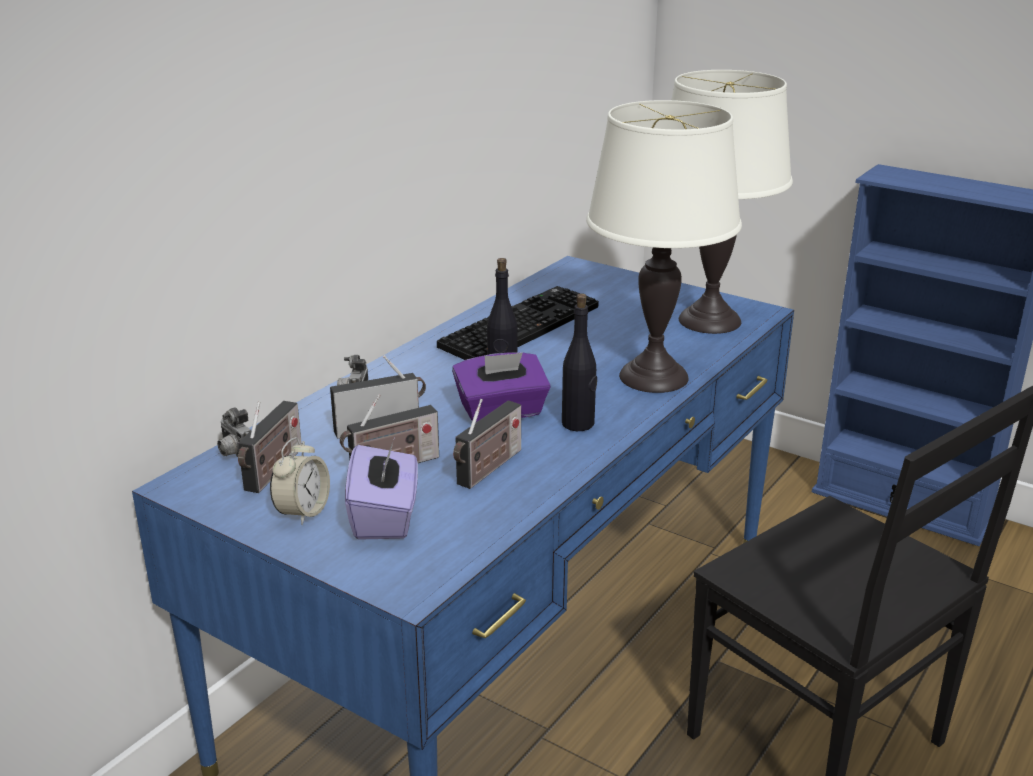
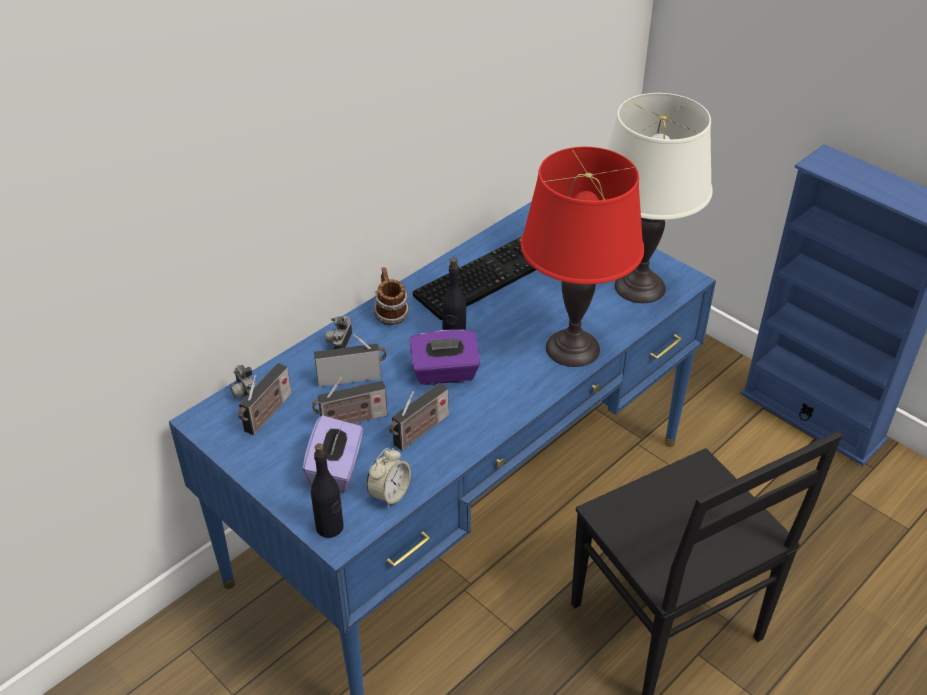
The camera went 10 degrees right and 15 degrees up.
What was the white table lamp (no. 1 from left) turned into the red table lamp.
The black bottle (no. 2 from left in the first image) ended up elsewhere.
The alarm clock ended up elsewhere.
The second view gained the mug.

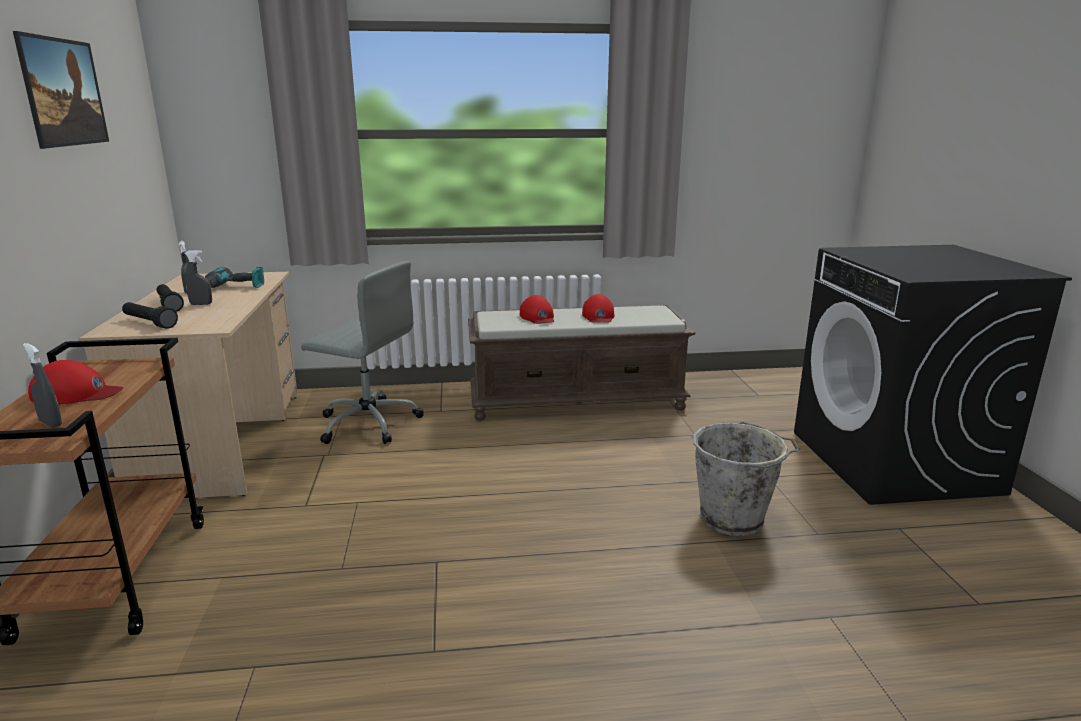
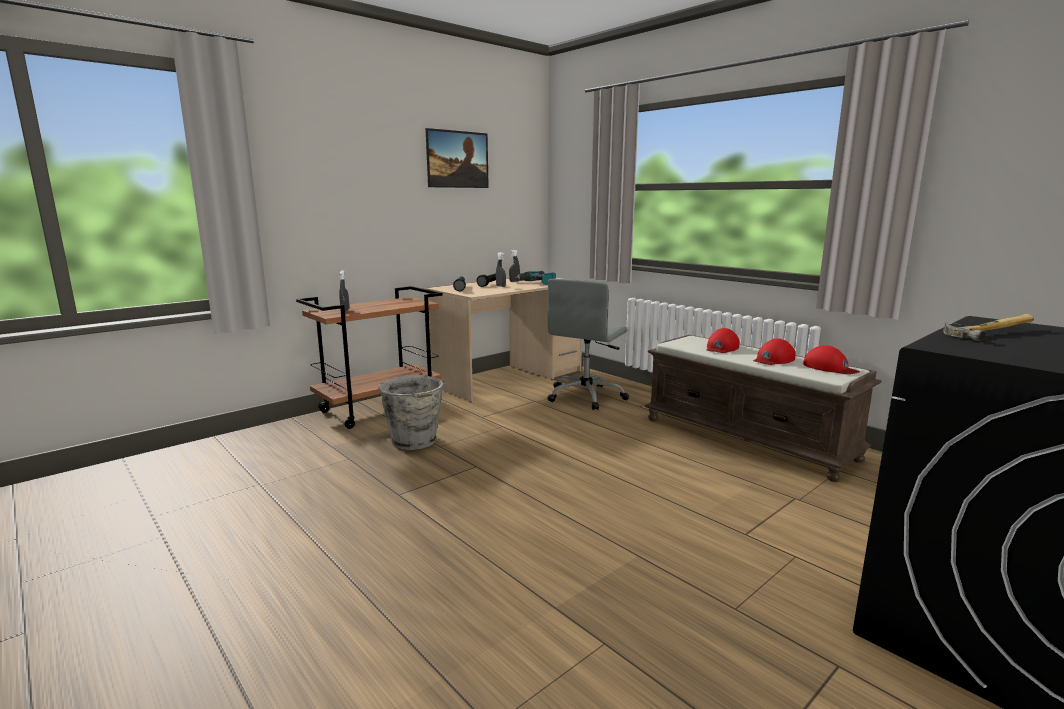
The camera went 55 degrees right and 5 degrees down.
The grey office chair ended up facing another way, 45 degrees clockwise from before.
The red cap (no. 1 from left in the first image) ended up elsewhere.
The grey bucket ended up elsewhere.
The second view gained the hammer.

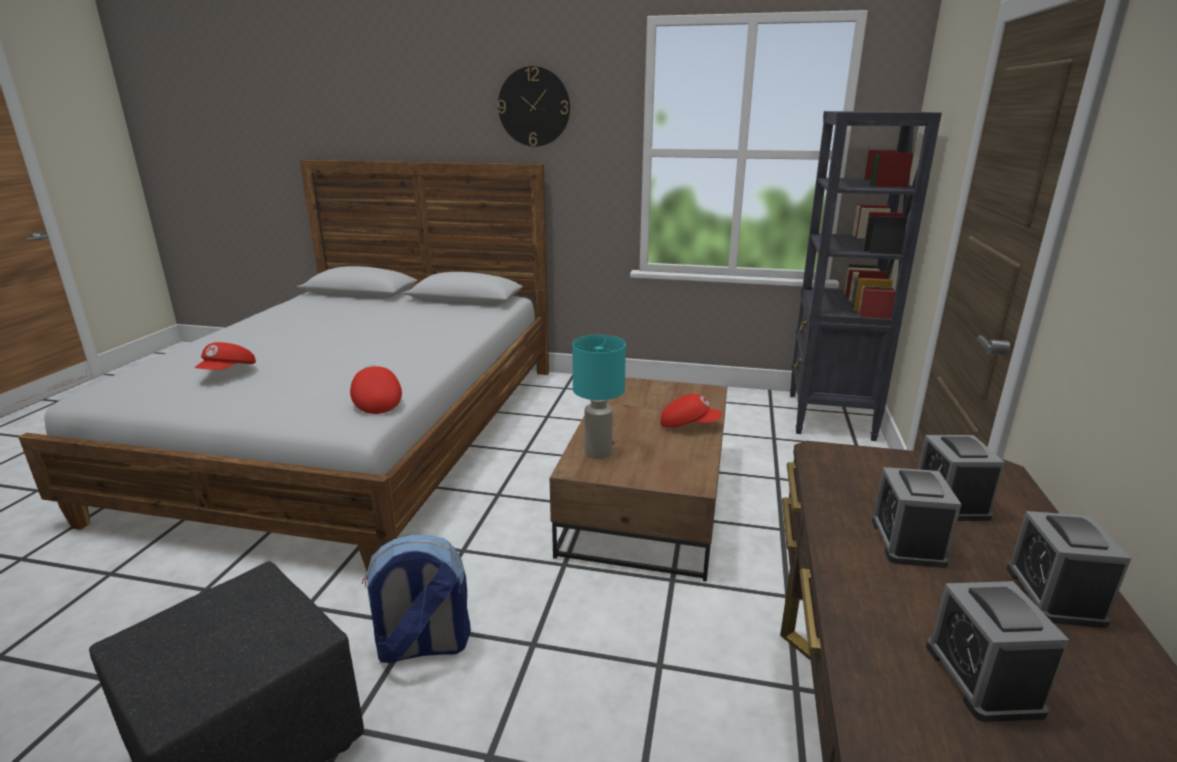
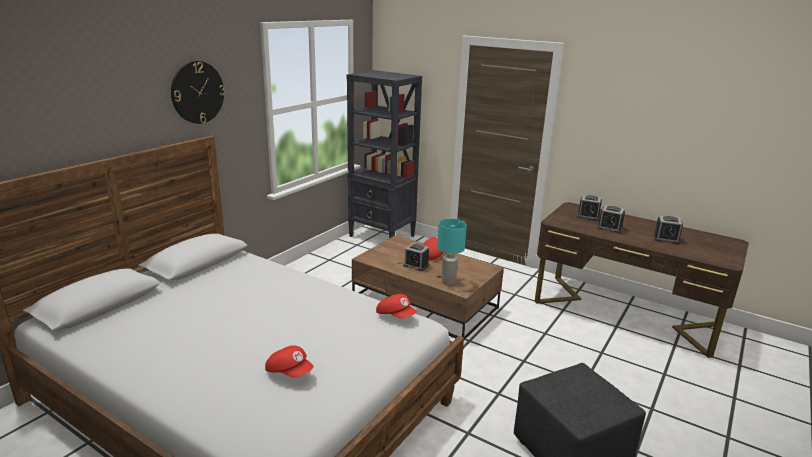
The camera went 70 degrees left and 0 degrees up.
The red cap (no. 2 from left) ended up facing another way, 135 degrees counterclockwise from before.
The alarm clock (no. 4 from left in the first image) ended up elsewhere.
The second view lost the backpack.

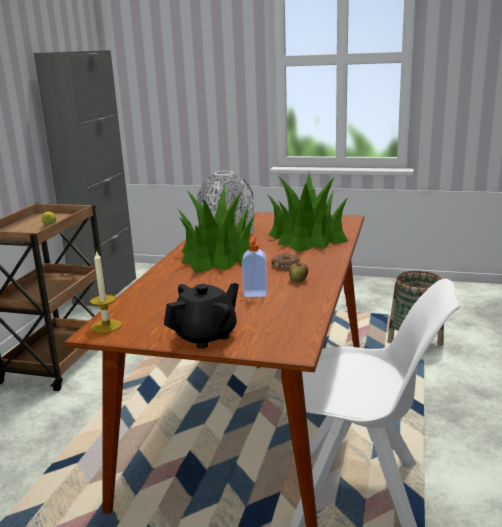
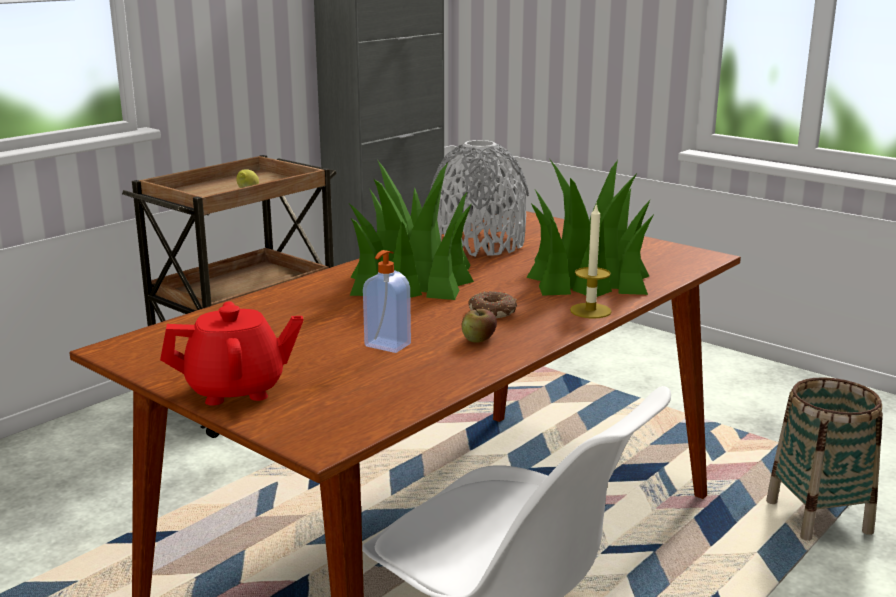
The camera went 25 degrees right and 0 degrees up.
The candle ended up elsewhere.
What was the black teapot turned into the red teapot.

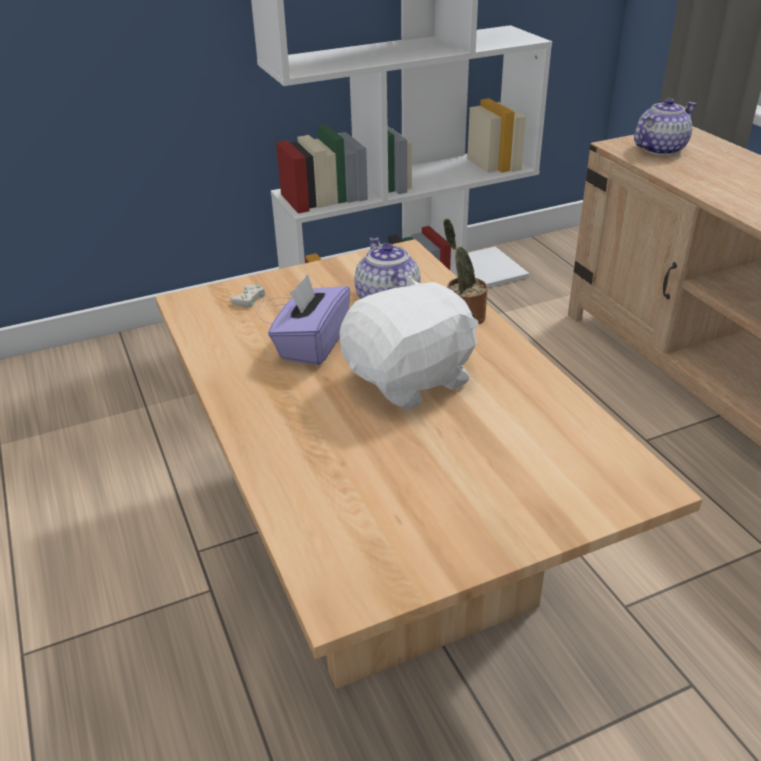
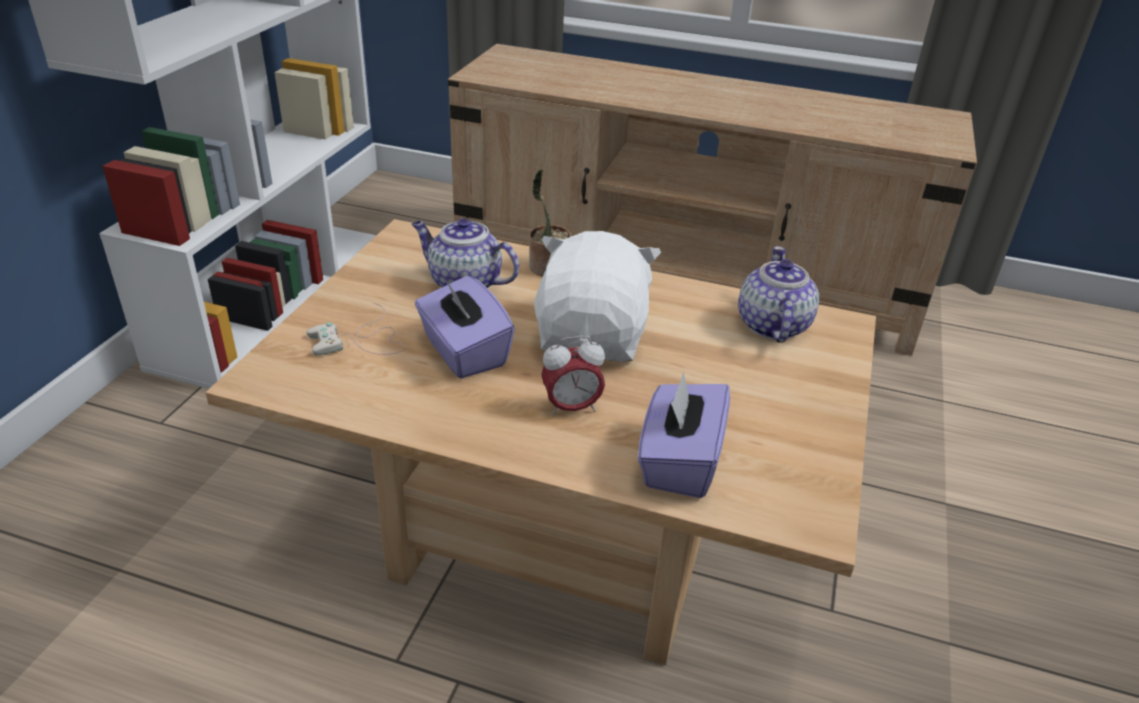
The camera went 50 degrees left and 0 degrees up.
The teapot (no. 2 from left) ended up elsewhere.
The second view gained the alarm clock.
The second view gained the purple tissue box (no. 2 from left).

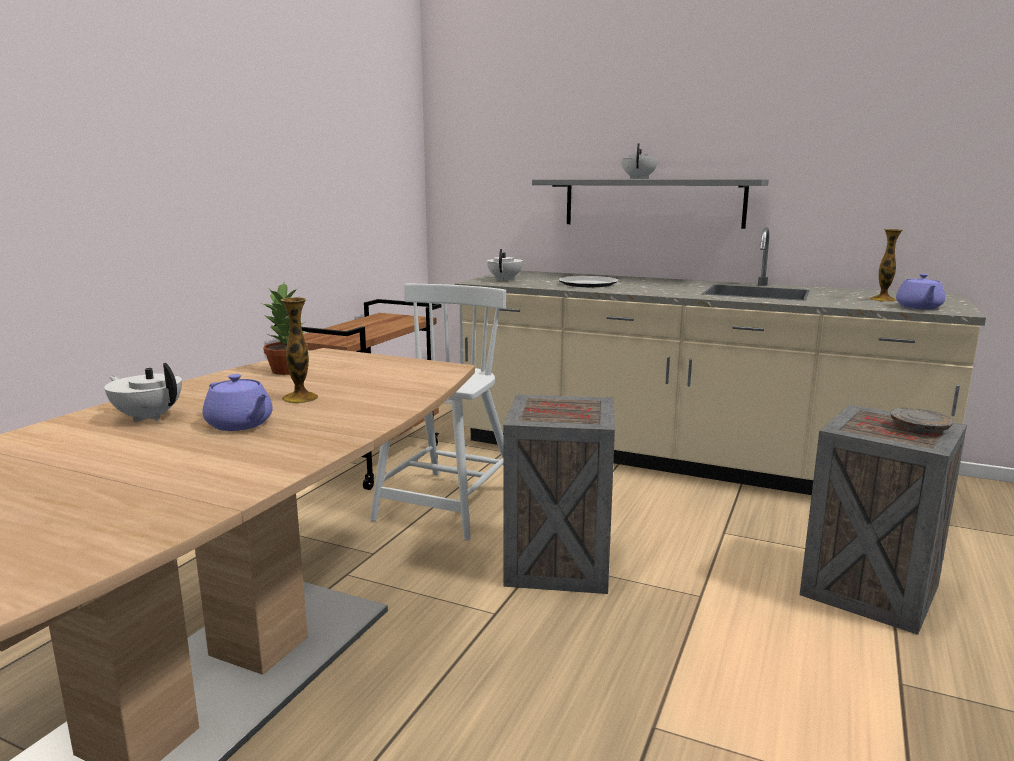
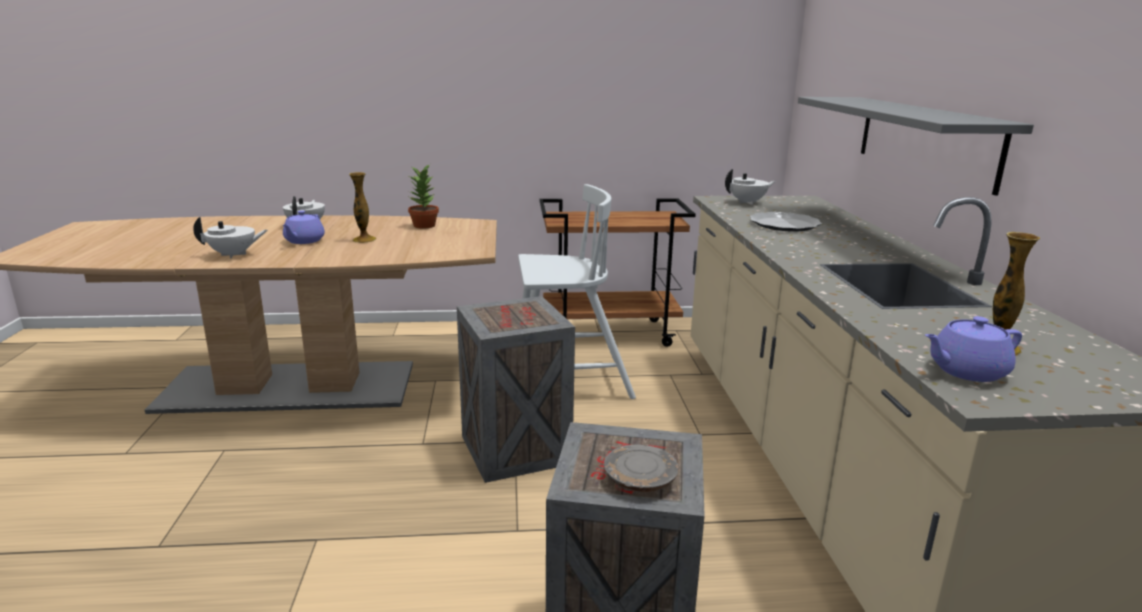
The camera went 60 degrees right and 5 degrees up.
The white teapot (no. 3 from left in the first image) ended up elsewhere.

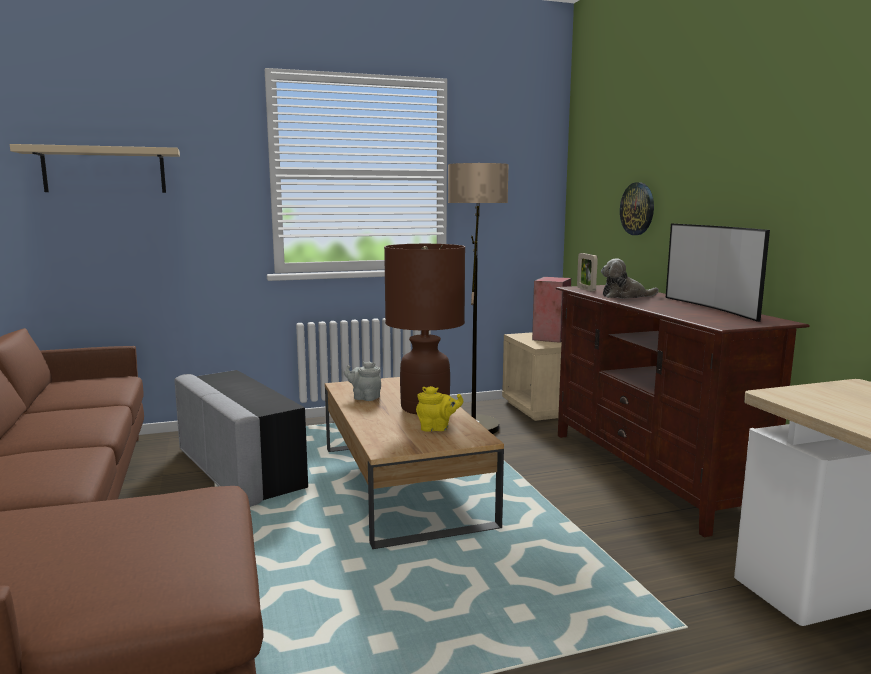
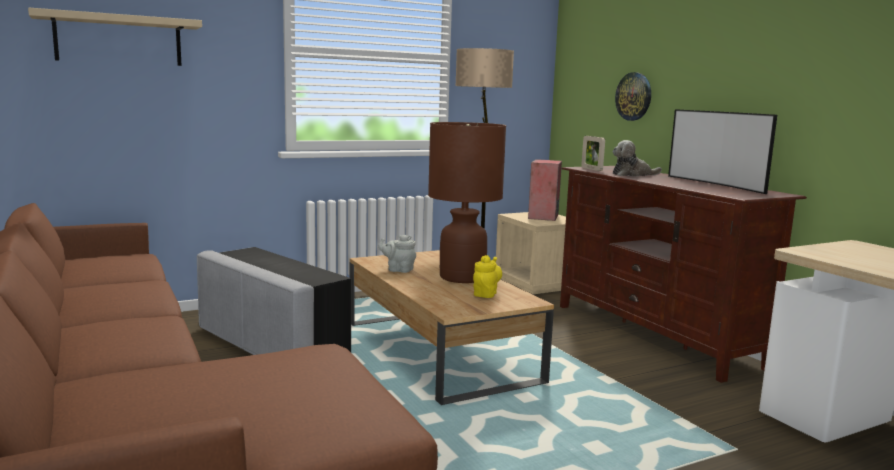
The camera went 10 degrees left and 0 degrees up.
The yellow teapot ended up facing another way, 60 degrees counterclockwise from before.

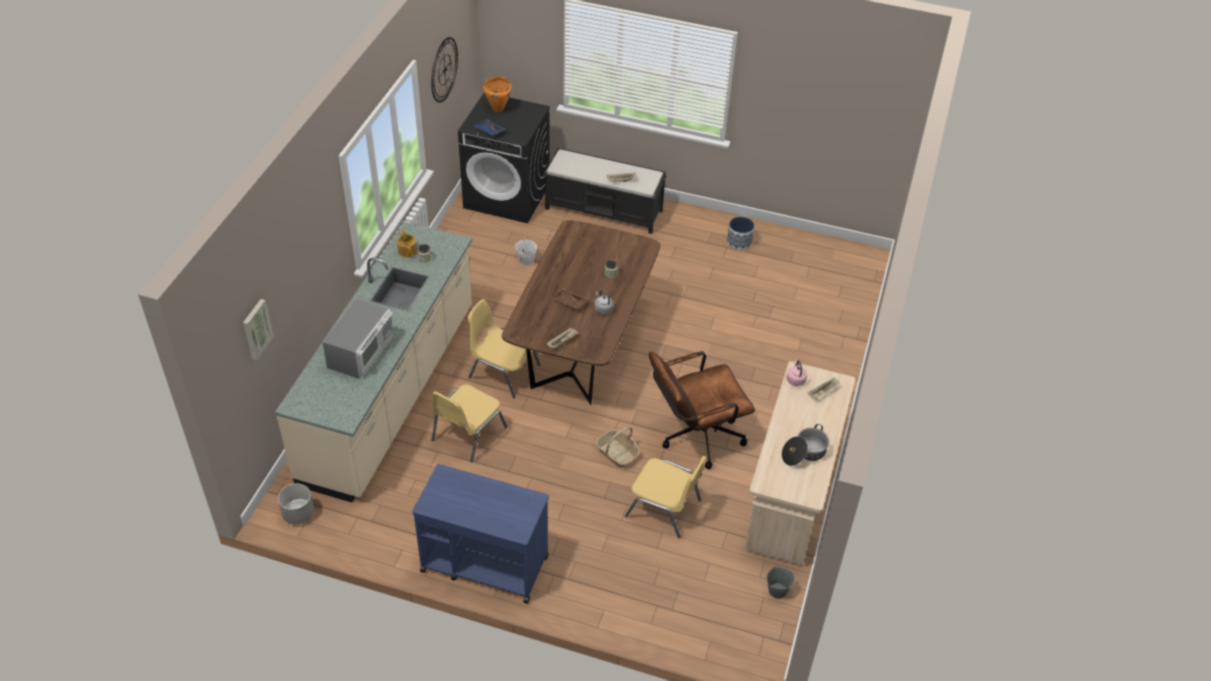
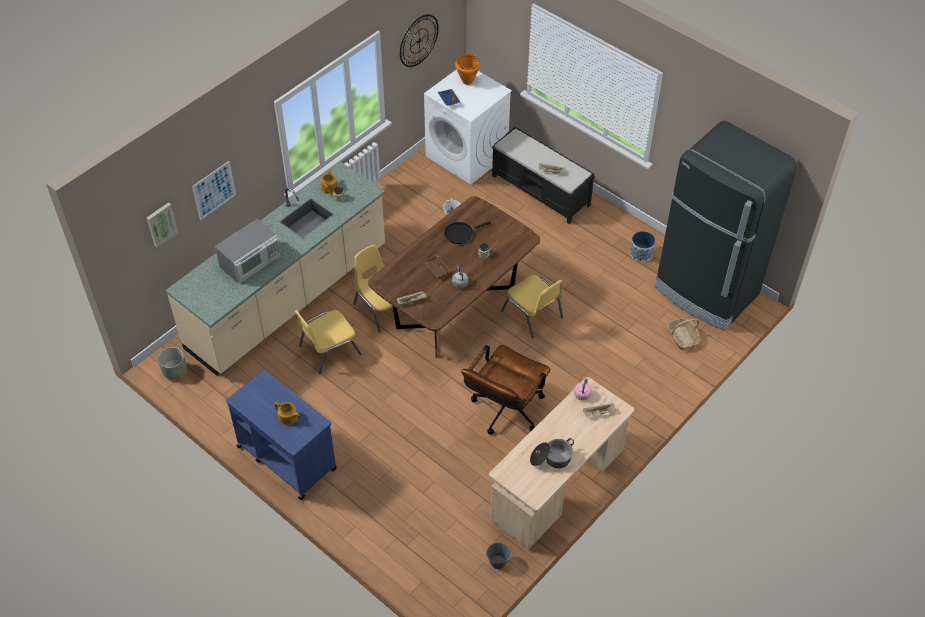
The camera went 25 degrees right and 5 degrees up.
What was the black washing machine turned into the white washing machine.
The brown office chair ended up facing another way, 60 degrees counterclockwise from before.
The basket ended up elsewhere.
The yellow chair (no. 3 from left) ended up elsewhere.
The second view gained the black fridge.
The second view gained the picture (no. 2 from left).
The second view gained the black frying pan.
The second view gained the teapot (no. 1 from left).

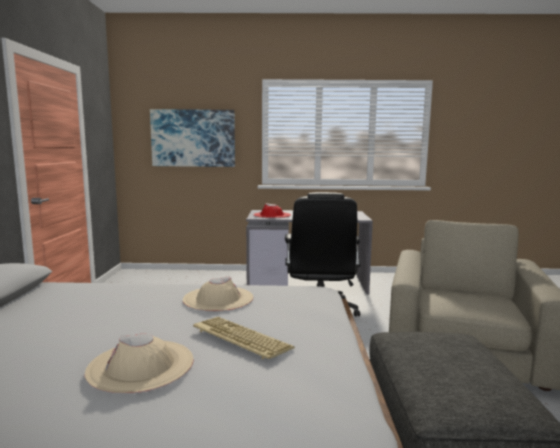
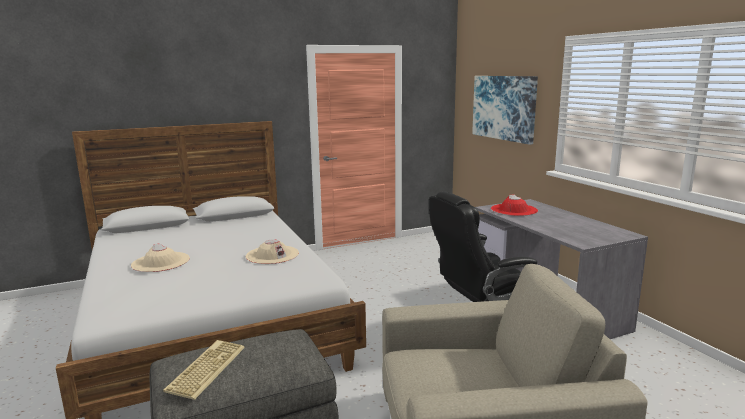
The camera went 65 degrees right and 5 degrees up.
The keyboard ended up elsewhere.

